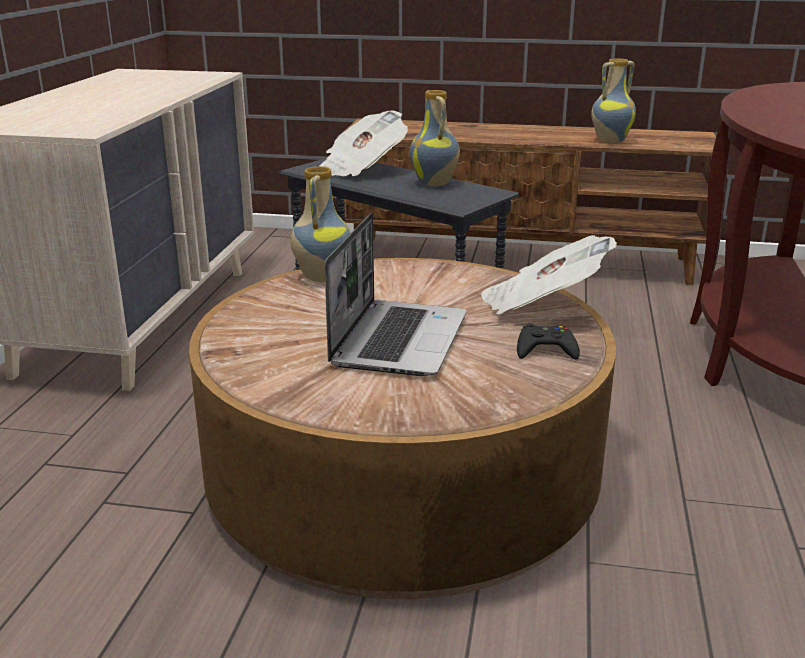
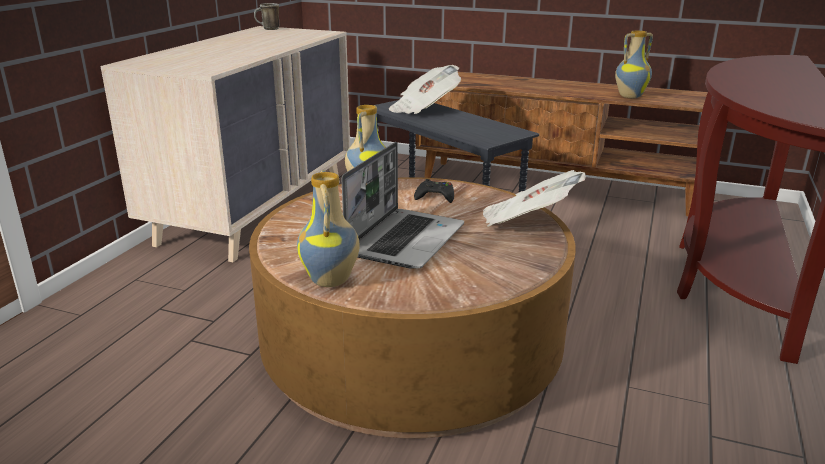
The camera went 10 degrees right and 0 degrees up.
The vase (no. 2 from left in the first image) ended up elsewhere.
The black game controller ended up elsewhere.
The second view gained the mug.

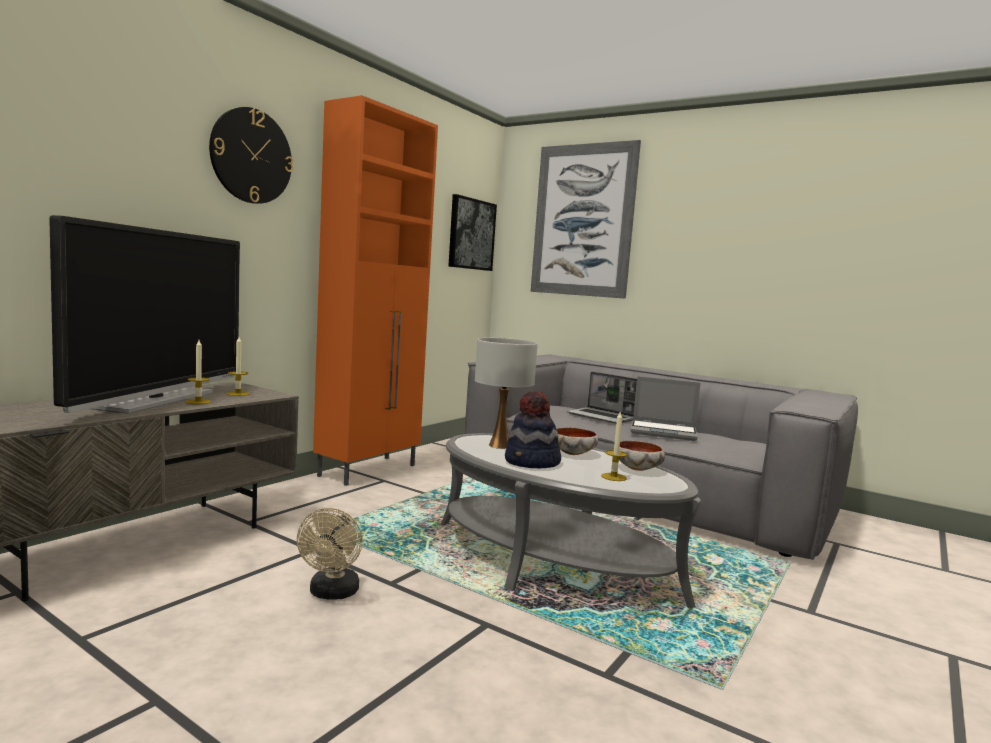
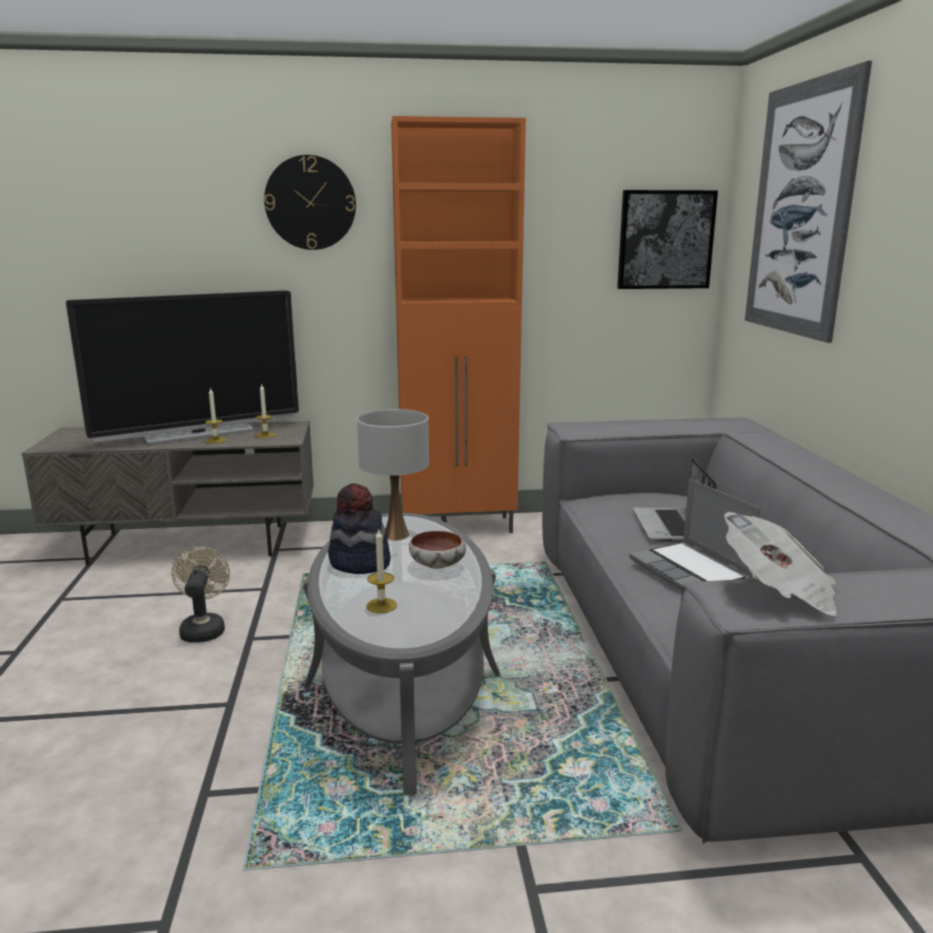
The camera went 50 degrees right and 10 degrees up.
The second view lost the bowl (no. 2 from left).
The beige fan ended up facing another way, 120 degrees clockwise from before.
The second view gained the newspaper.

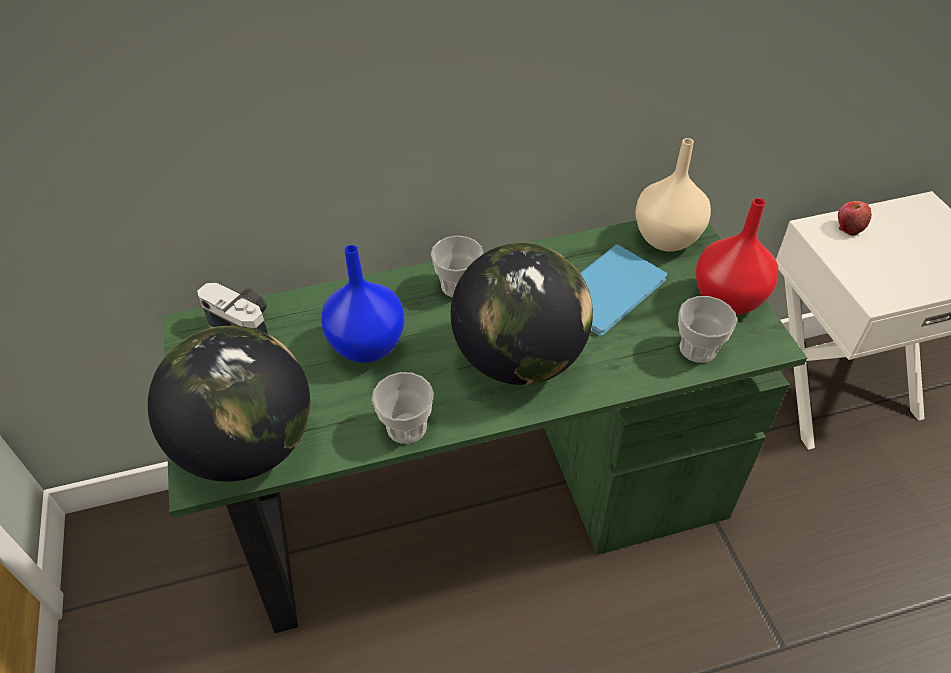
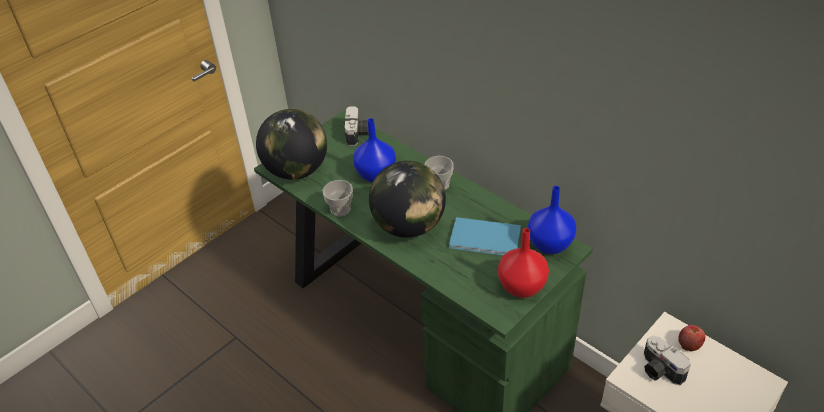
The camera went 60 degrees right and 5 degrees down.
What was the beige vase turned into the blue vase (no. 2 from left).
The second view lost the cup (no. 3 from left).
The second view gained the photo camera (no. 2 from left).

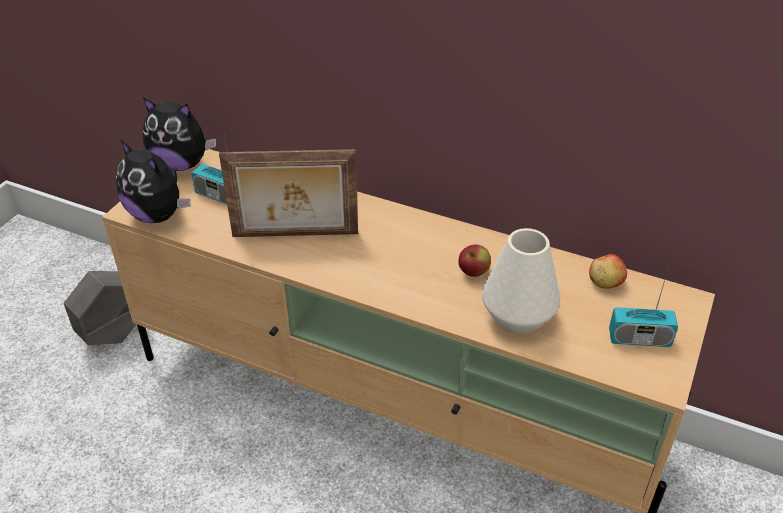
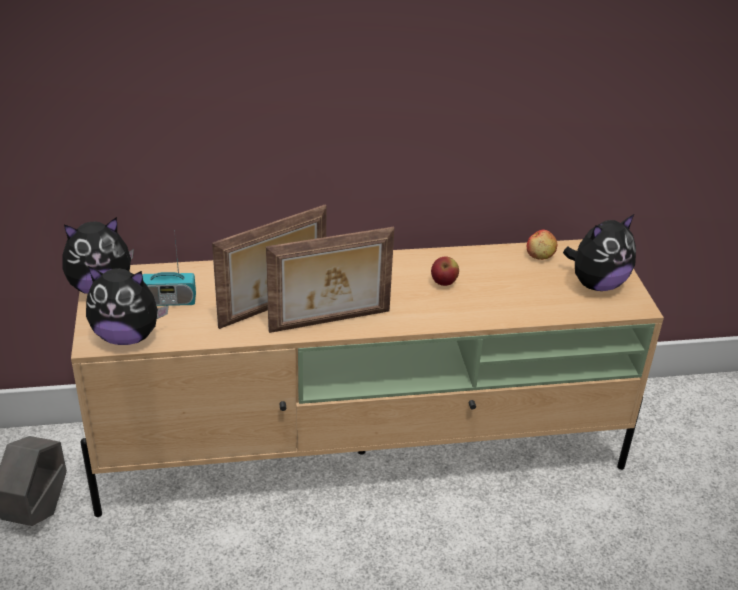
The camera went 35 degrees left and 5 degrees down.
The second view lost the white vase.
Where the radio (no. 2 from left) stood, the plush toy (no. 3 from left) came to stand.
The second view gained the picture frame (no. 2 from left).

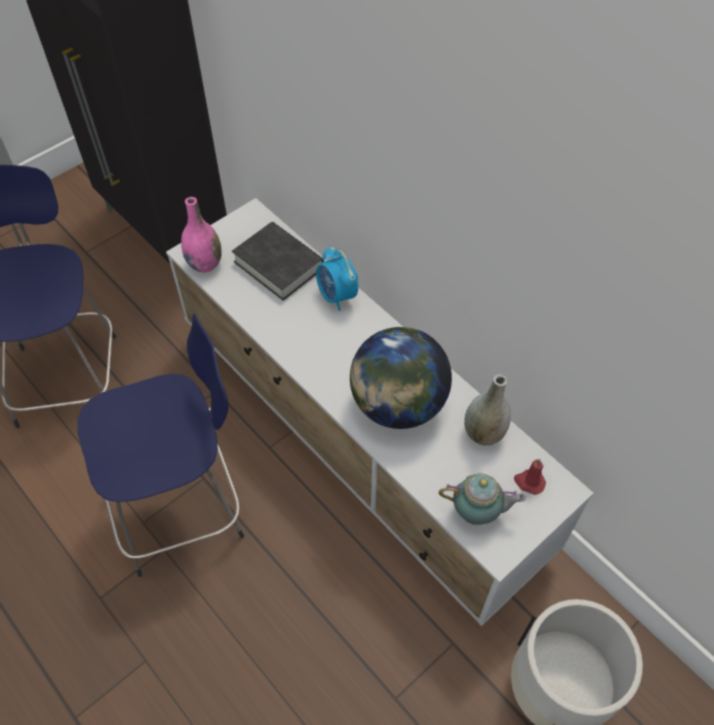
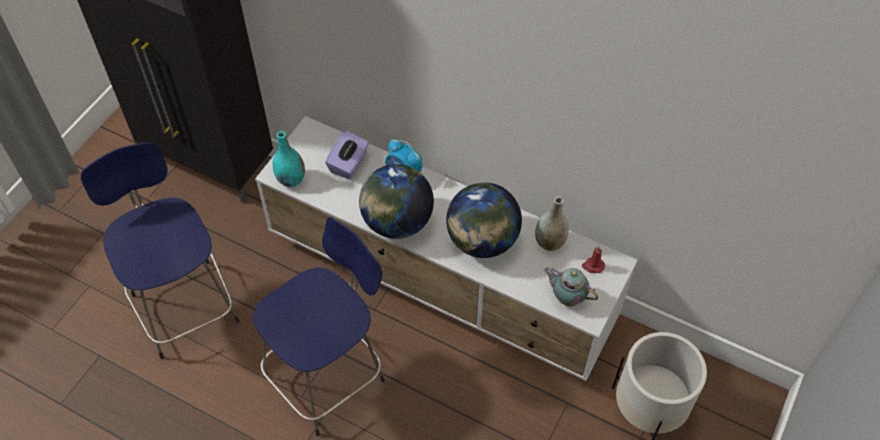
The camera went 20 degrees left and 0 degrees up.
What was the pink vase turned into the turquoise vase.
Where the black book stood, the purple tissue box came to stand.
The teapot ended up facing another way, 135 degrees counterclockwise from before.
The second view gained the globe (no. 1 from left).

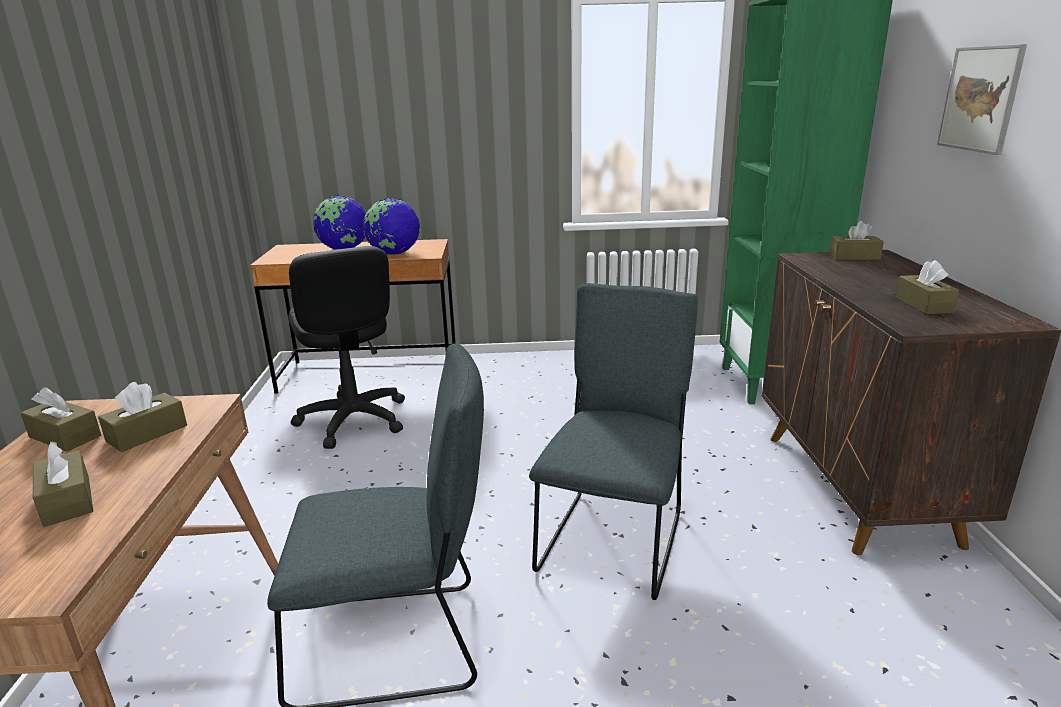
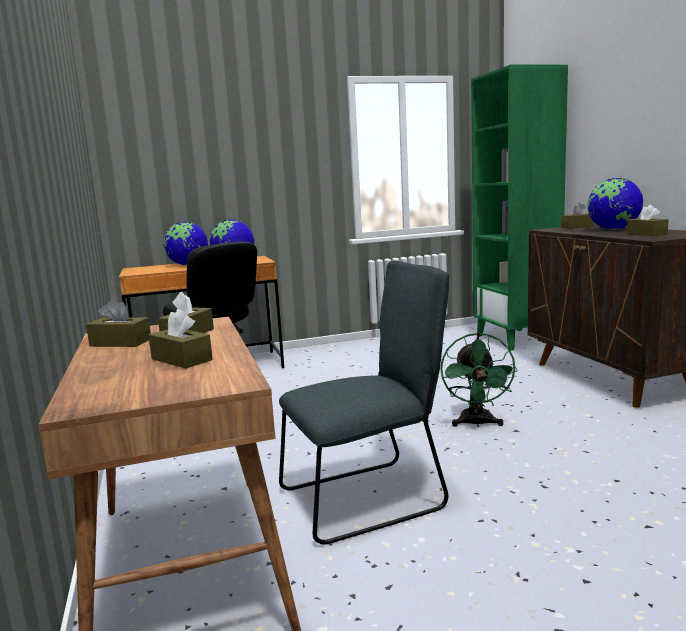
The camera went 15 degrees left and 10 degrees down.
The second view lost the picture.
Where the grey chair (no. 2 from left) stood, the green fan came to stand.
The second view gained the globe (no. 3 from left).

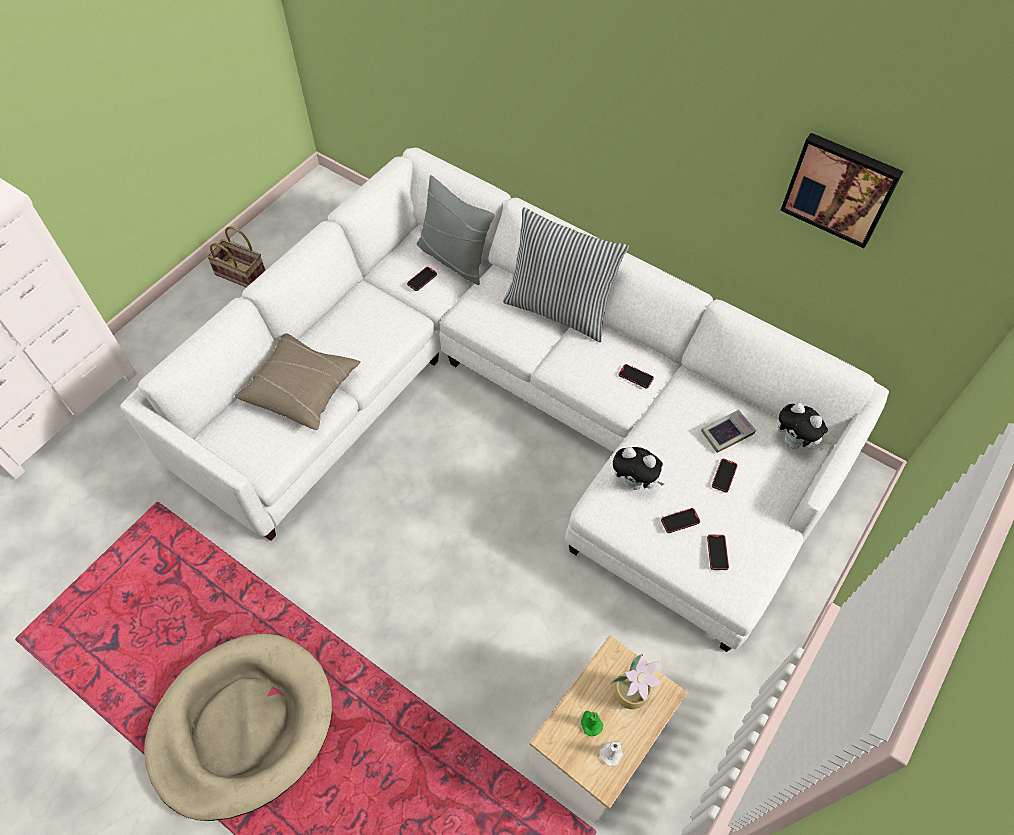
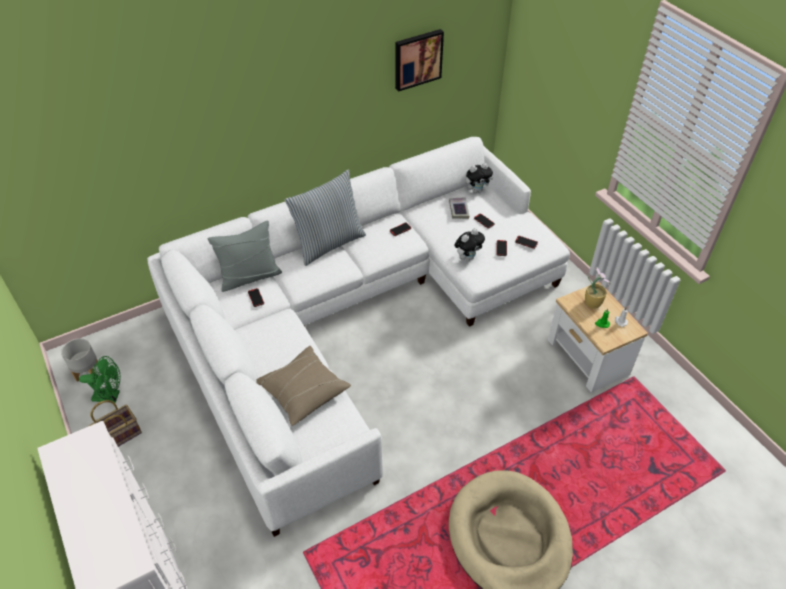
The camera went 65 degrees left and 10 degrees down.
The second view gained the grey planter.
The second view gained the green fan.

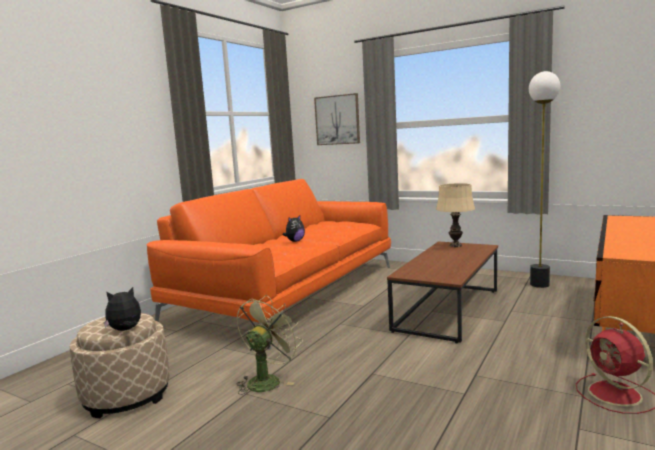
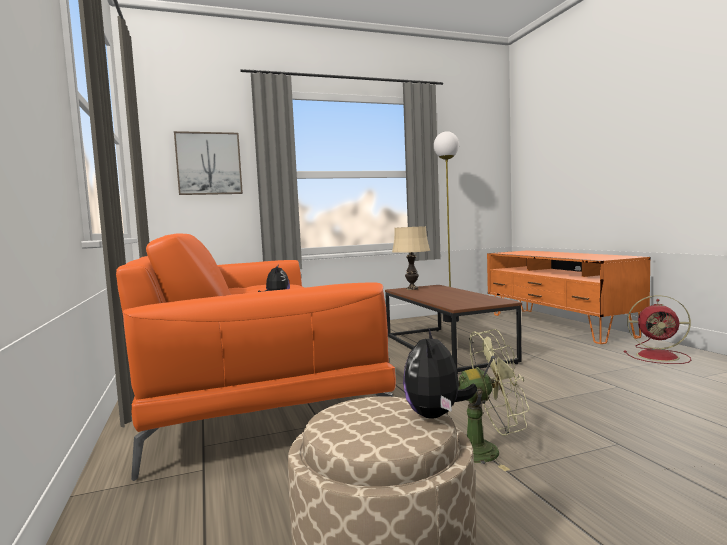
The camera went 50 degrees left and 5 degrees down.
The green fan ended up facing another way, 105 degrees clockwise from before.

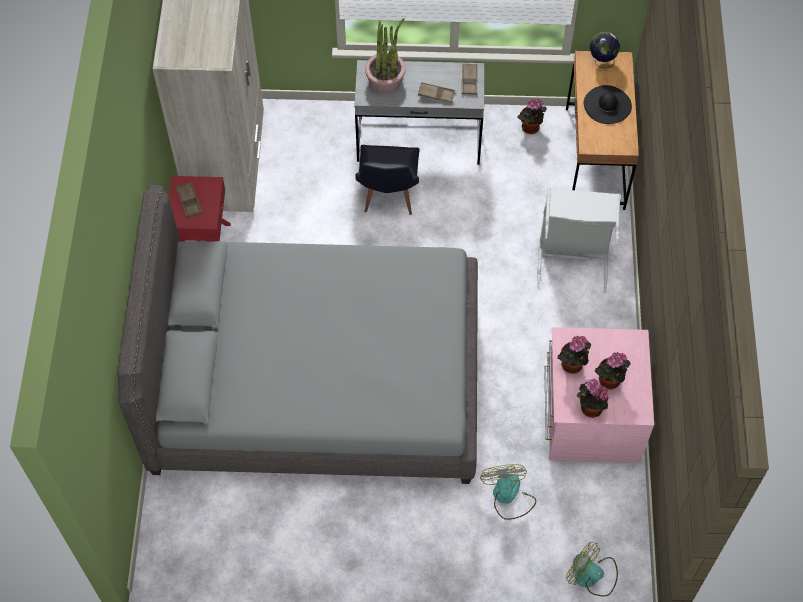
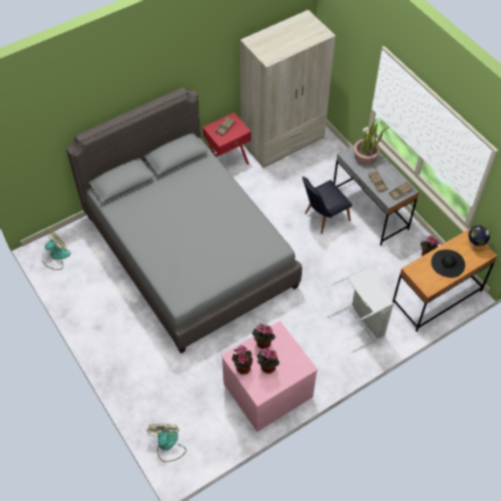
The camera went 55 degrees right and 5 degrees down.
The fan (no. 1 from left) ended up elsewhere.

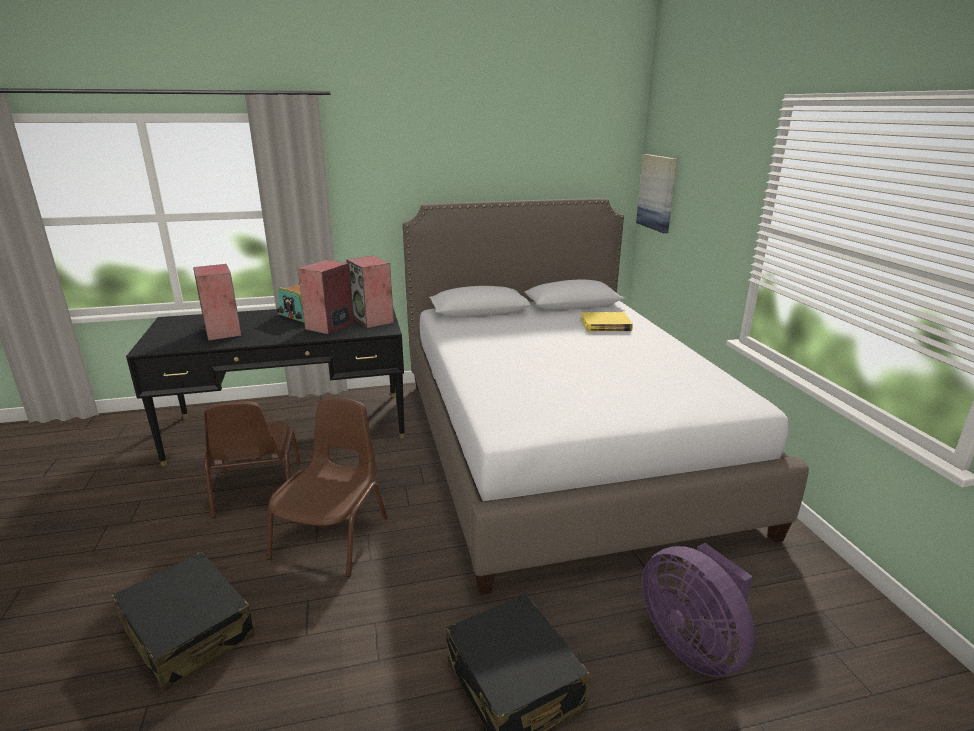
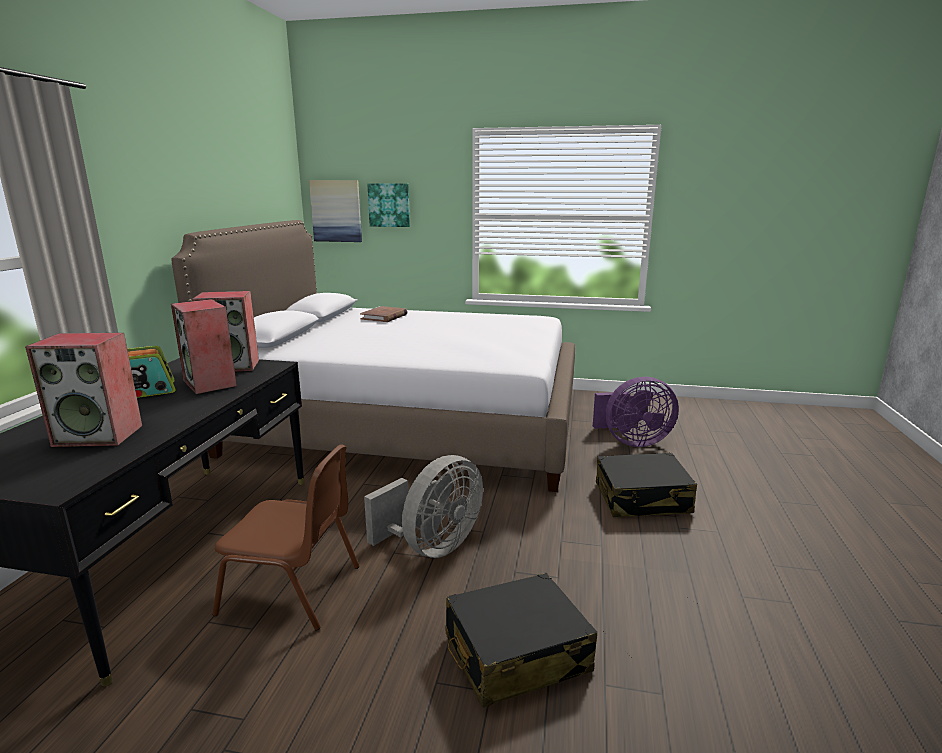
The camera went 65 degrees left and 5 degrees down.
What was the yellow book turned into the brown book.
Where the brown chair (no. 2 from left) stood, the grey fan came to stand.
The second view gained the picture (no. 2 from left).

